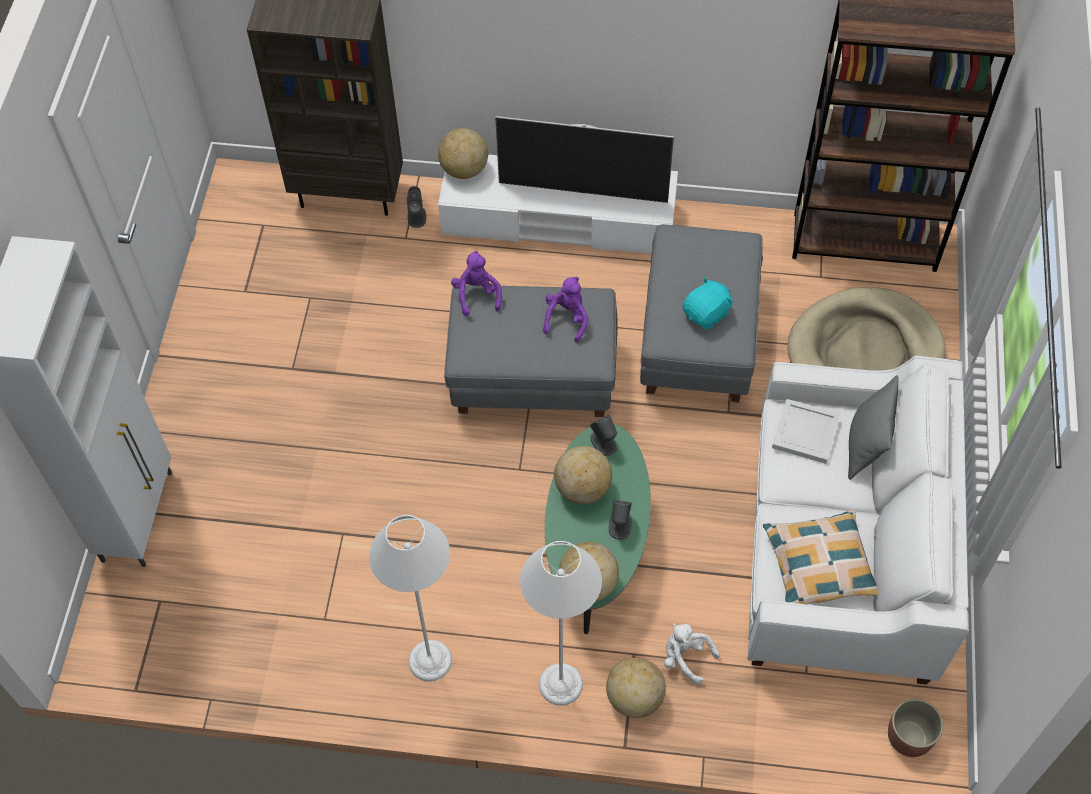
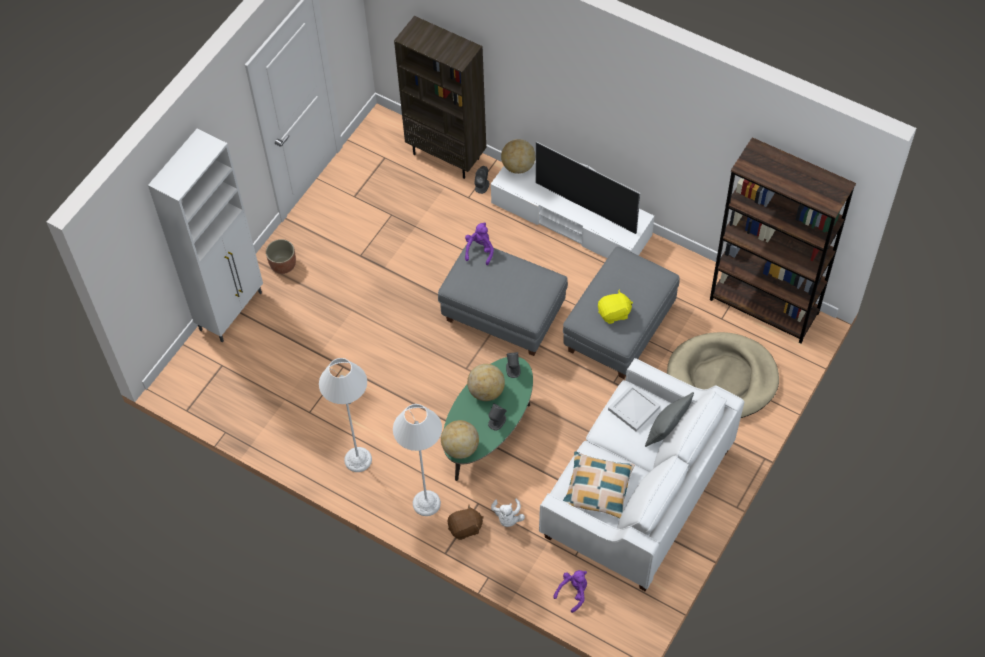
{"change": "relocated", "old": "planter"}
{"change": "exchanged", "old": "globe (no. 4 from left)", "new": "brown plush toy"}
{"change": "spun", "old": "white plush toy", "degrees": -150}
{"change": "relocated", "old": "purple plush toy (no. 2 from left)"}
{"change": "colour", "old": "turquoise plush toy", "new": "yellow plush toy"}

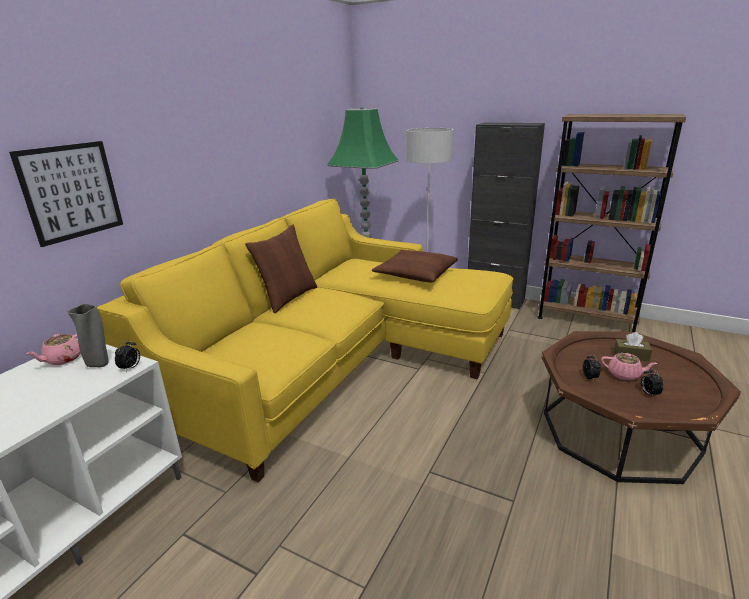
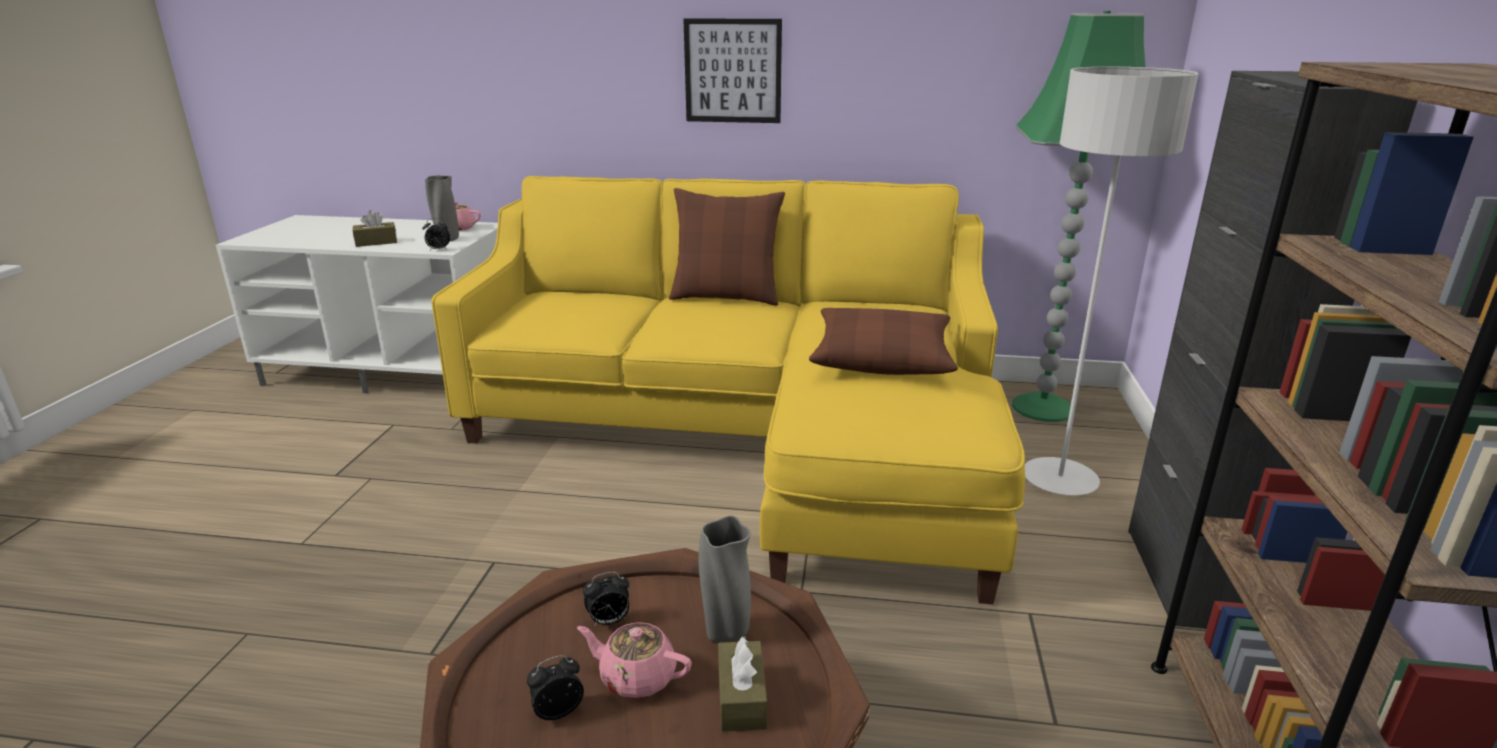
{"change": "appeared", "new": "brown tissue box (no. 1 from left)"}
{"change": "spun", "old": "pink teapot (no. 2 from left)", "degrees": 105}
{"change": "relocated", "old": "picture"}
{"change": "appeared", "new": "grey vase (no. 2 from left)"}

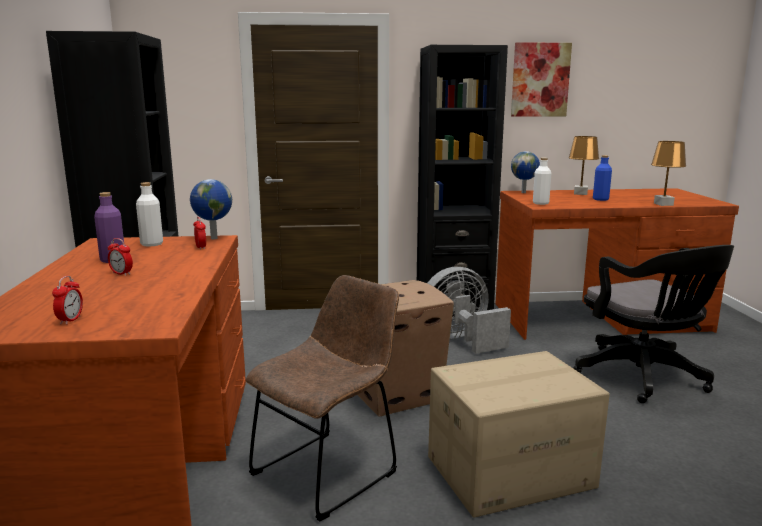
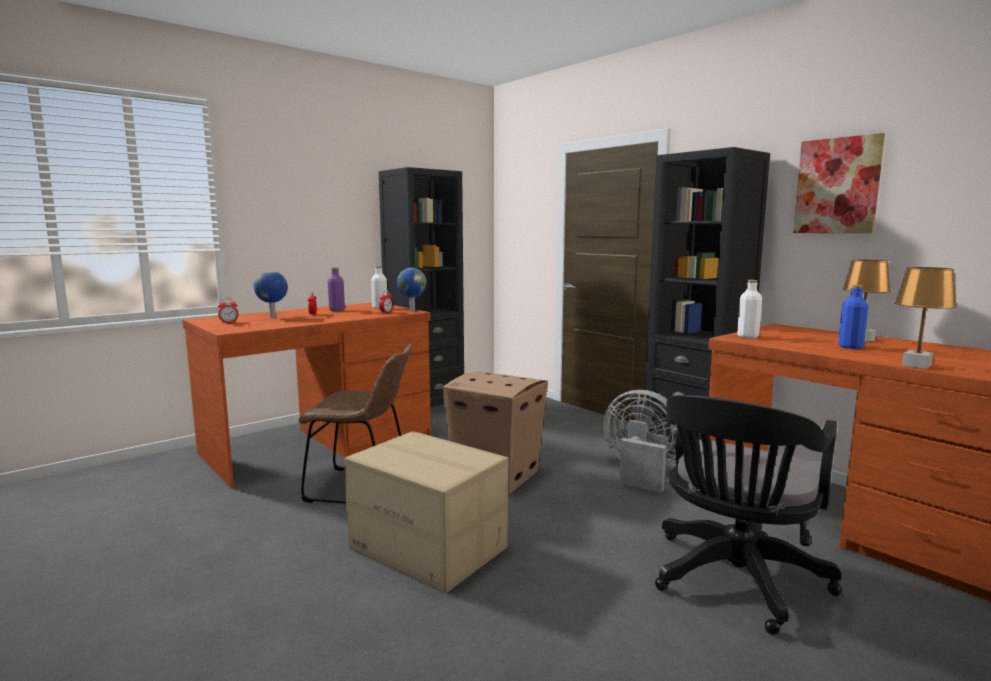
{"change": "relocated", "old": "globe (no. 2 from left in the first image)", "new": "globe (no. 1 from left)"}

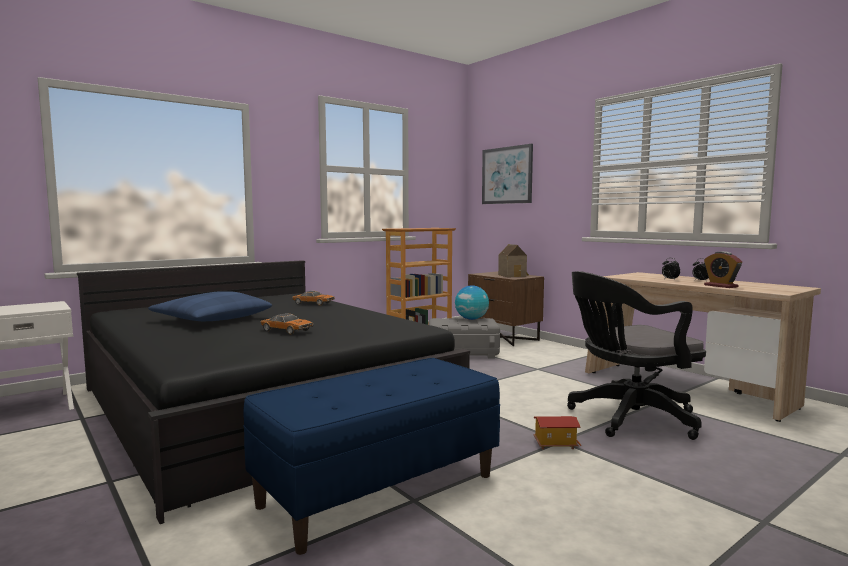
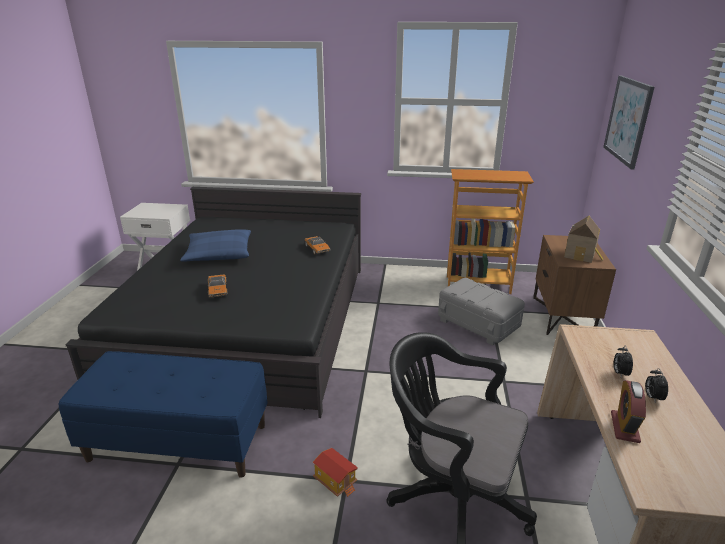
{"change": "missing", "old": "globe"}

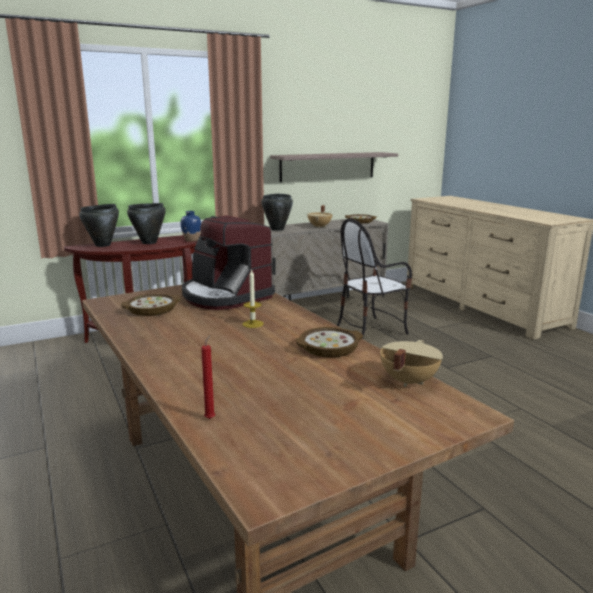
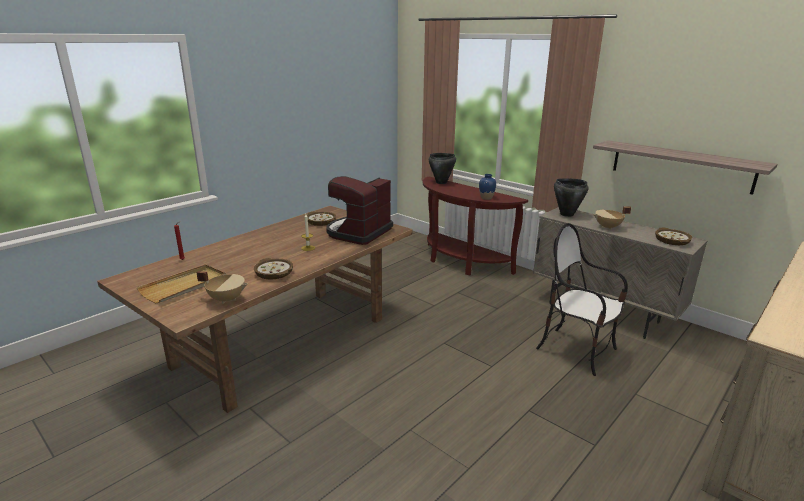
{"change": "appeared", "new": "beige tray"}
{"change": "missing", "old": "black cooking pot (no. 2 from left)"}

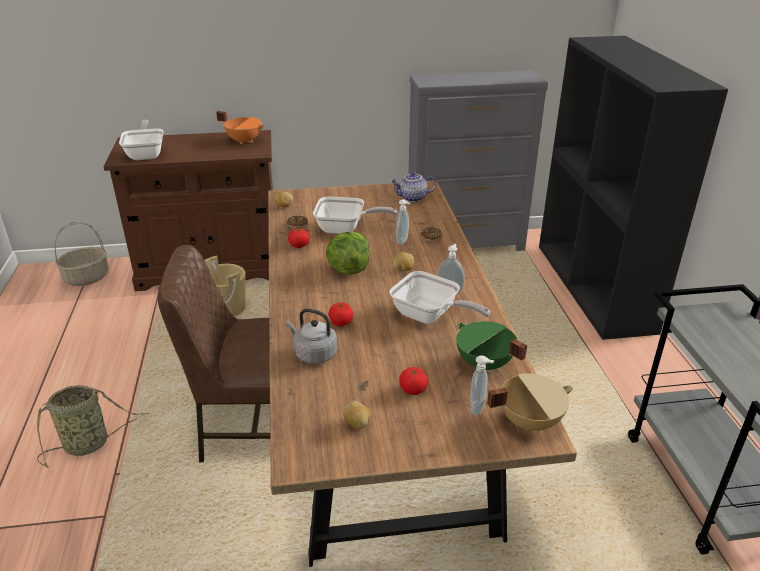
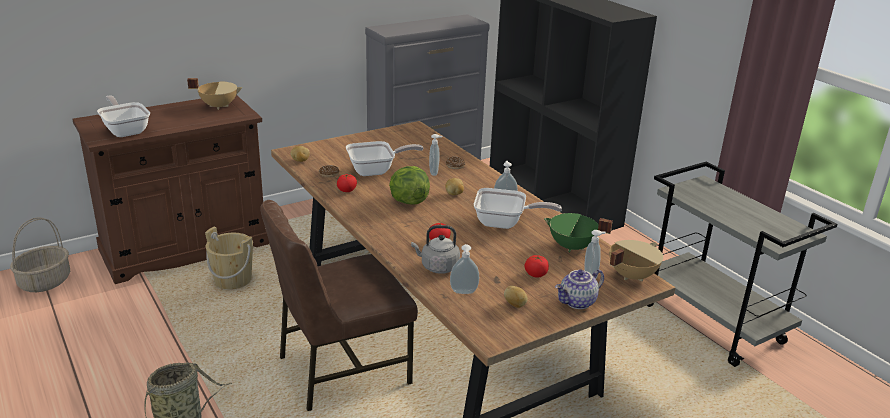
{"change": "colour", "old": "orange cooking pot", "new": "beige cooking pot (no. 1 from left)"}
{"change": "appeared", "new": "soap dispenser (no. 2 from left)"}
{"change": "relocated", "old": "teapot"}

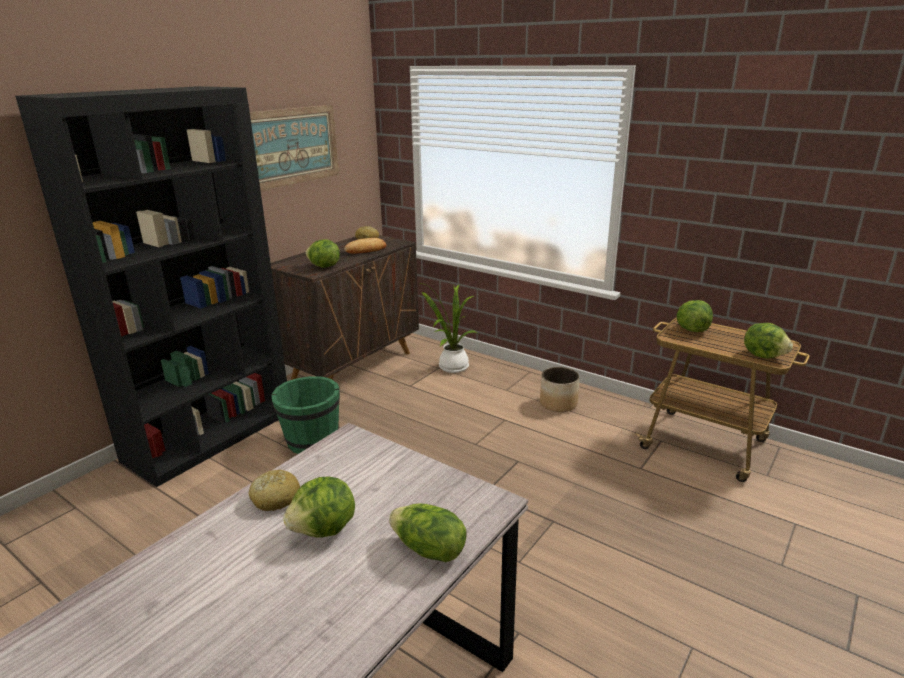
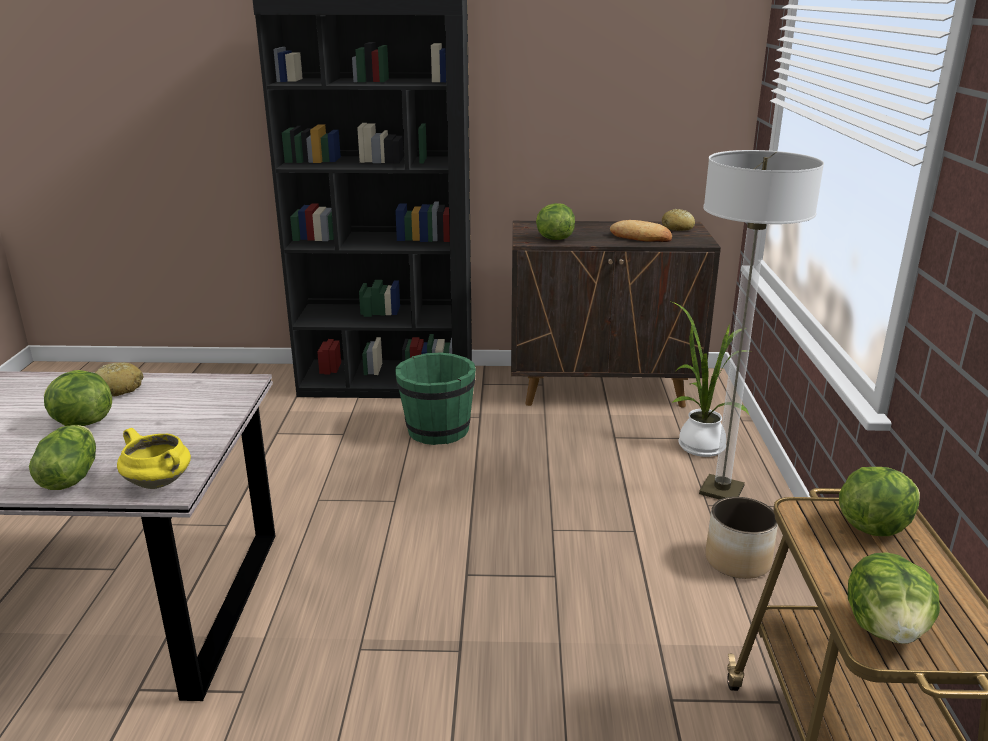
{"change": "appeared", "new": "yellow cooking pot"}
{"change": "appeared", "new": "floor lamp"}
{"change": "missing", "old": "picture"}

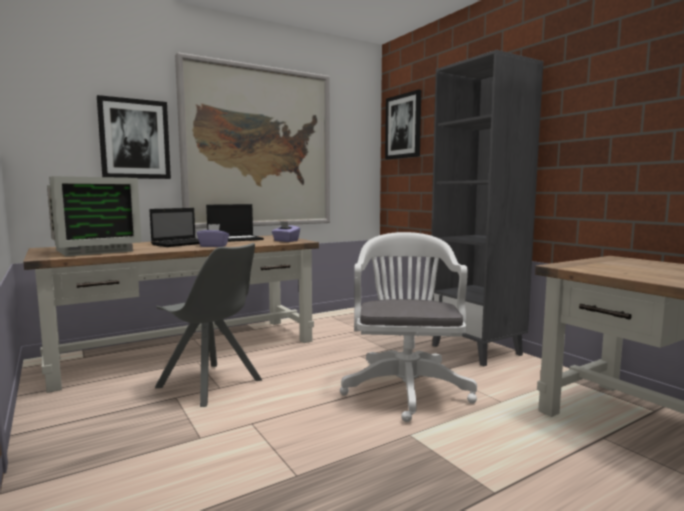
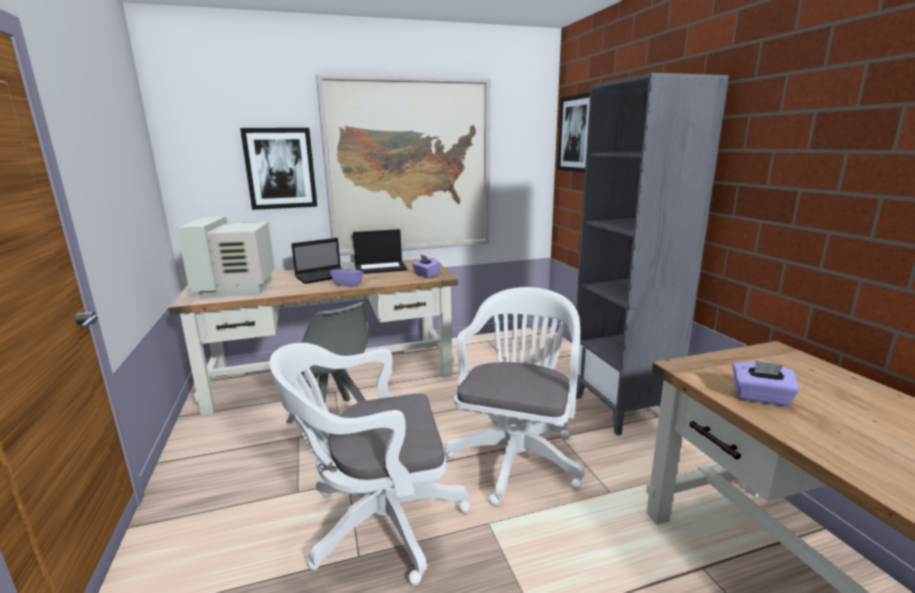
{"change": "spun", "old": "monitor", "degrees": 105}
{"change": "appeared", "new": "white office chair (no. 1 from left)"}
{"change": "appeared", "new": "purple tissue box (no. 3 from left)"}

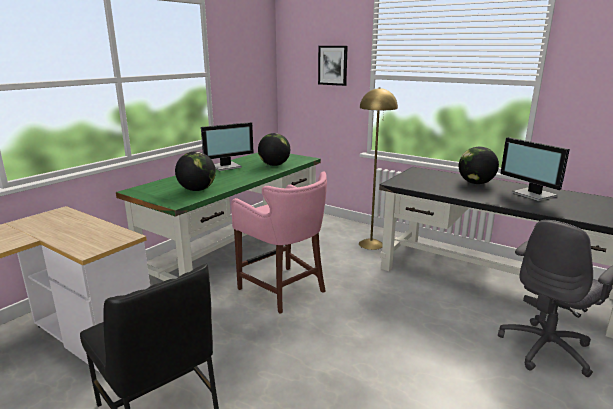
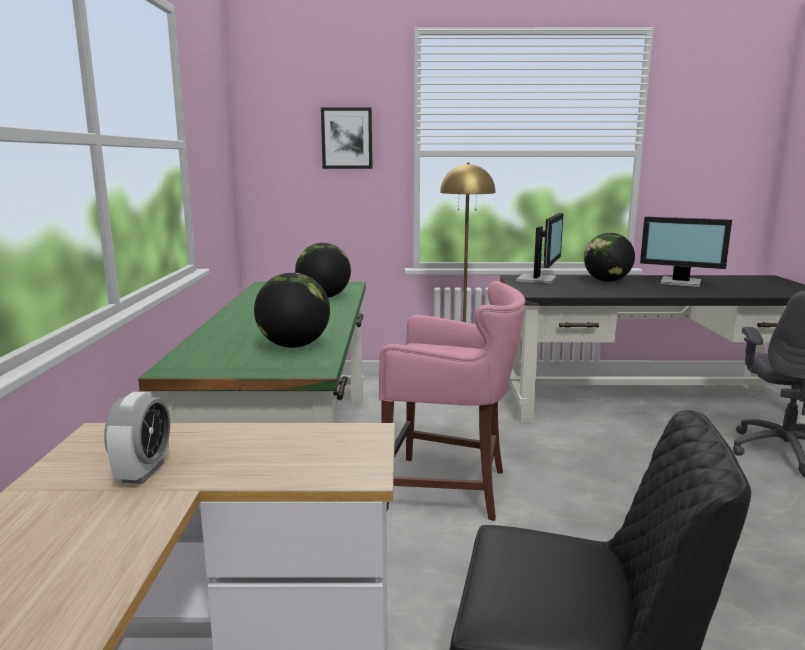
{"change": "appeared", "new": "alarm clock"}
{"change": "relocated", "old": "monitor (no. 1 from left)"}

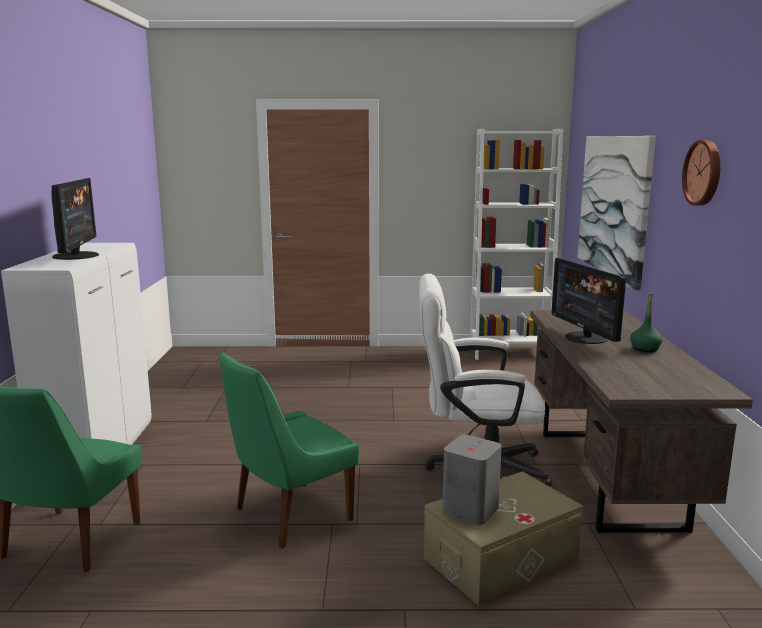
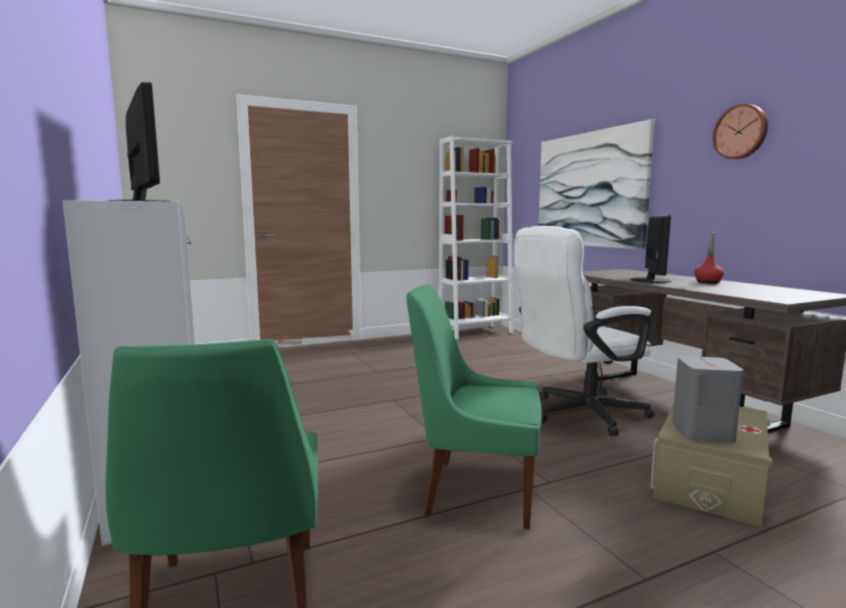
{"change": "spun", "old": "green chair (no. 2 from left)", "degrees": 75}
{"change": "spun", "old": "monitor (no. 2 from left)", "degrees": -120}
{"change": "colour", "old": "green bottle", "new": "red bottle"}

